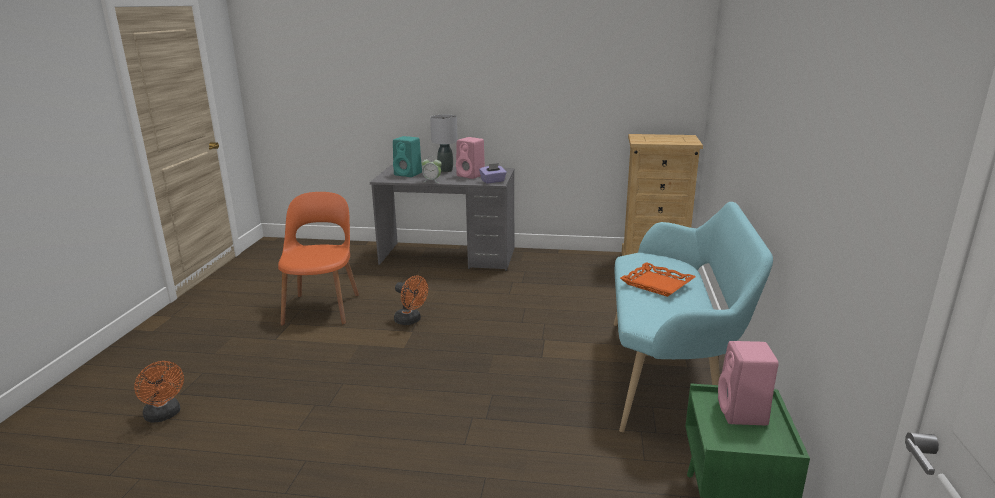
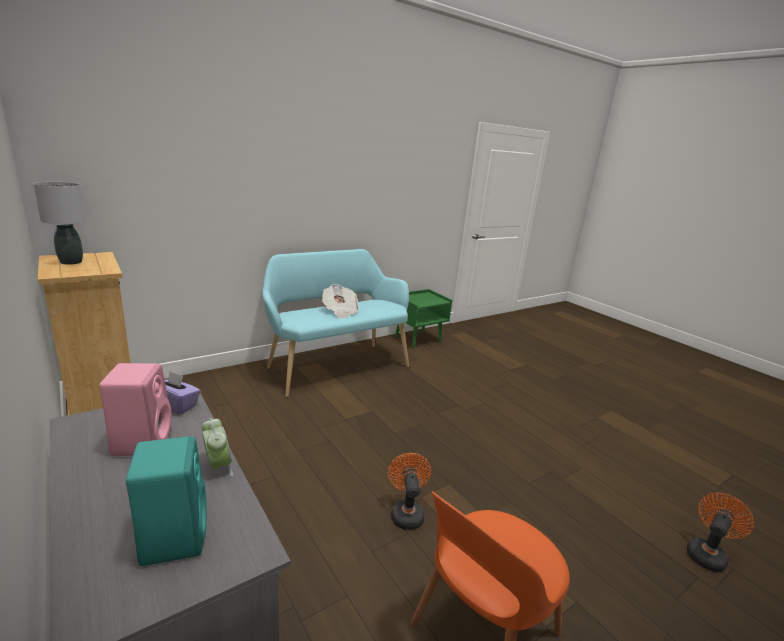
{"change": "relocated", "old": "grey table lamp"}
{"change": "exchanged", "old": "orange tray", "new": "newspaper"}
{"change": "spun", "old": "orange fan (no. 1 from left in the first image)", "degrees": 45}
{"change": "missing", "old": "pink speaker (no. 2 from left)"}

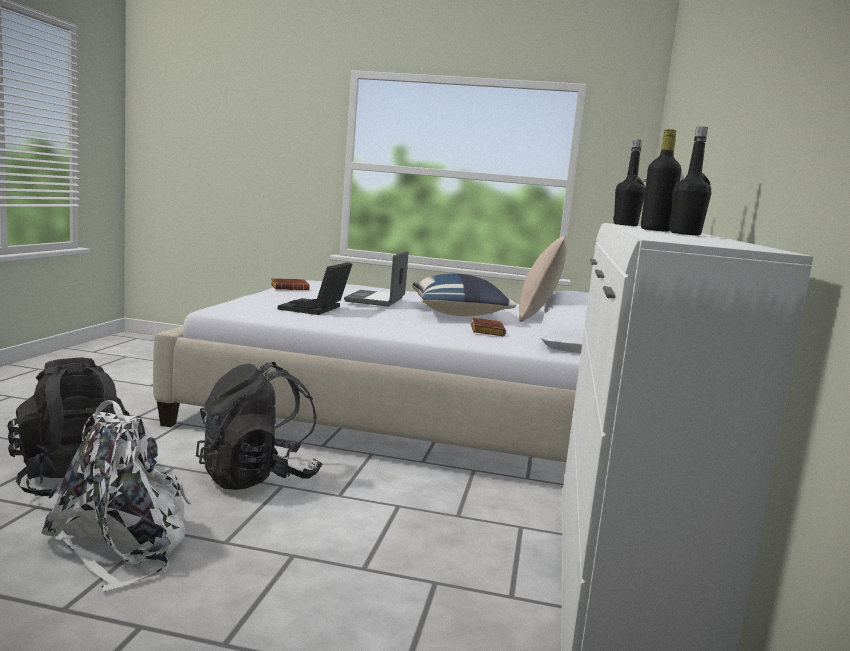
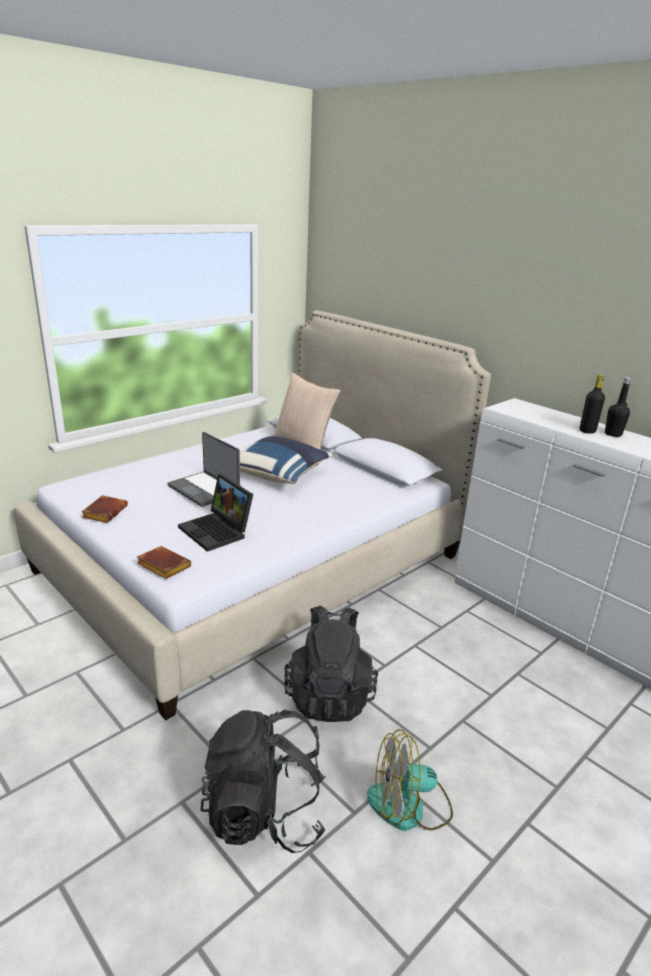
{"change": "relocated", "old": "brown book (no. 2 from left)"}
{"change": "exchanged", "old": "white backpack", "new": "fan"}
{"change": "missing", "old": "black bottle (no. 1 from left)"}

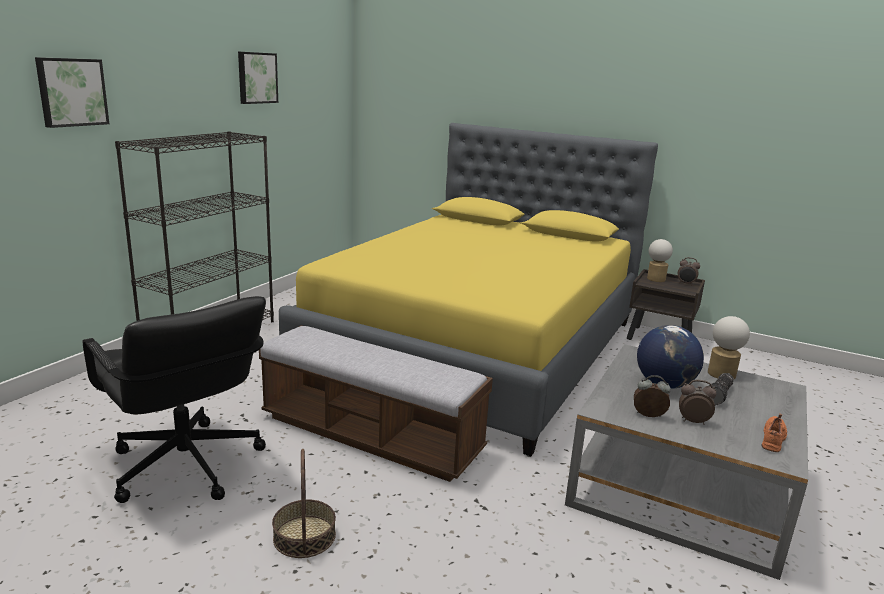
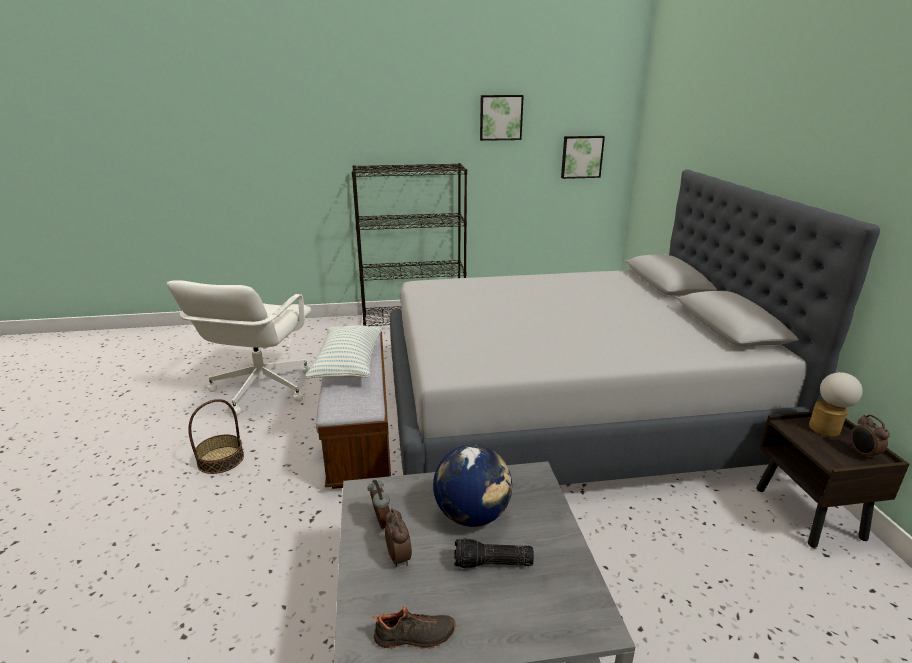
{"change": "colour", "old": "black office chair", "new": "white office chair"}
{"change": "appeared", "new": "pillow"}
{"change": "colour", "old": "orange shoe", "new": "black shoe"}
{"change": "colour", "old": "yellow bed", "new": "grey bed"}
{"change": "relocated", "old": "picture (no. 1 from left in the first image)", "new": "picture (no. 2 from left)"}
{"change": "missing", "old": "table lamp (no. 2 from left)"}

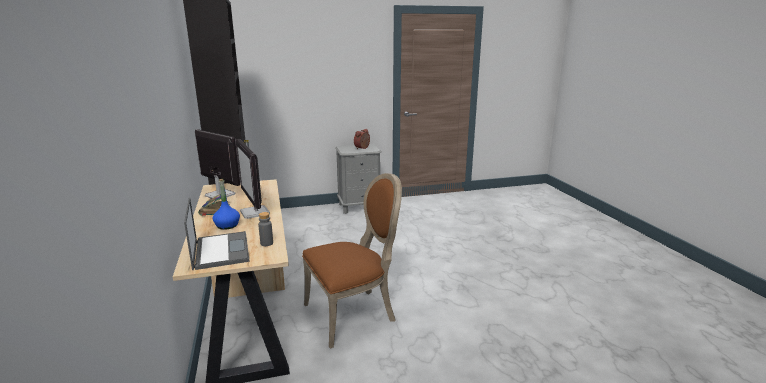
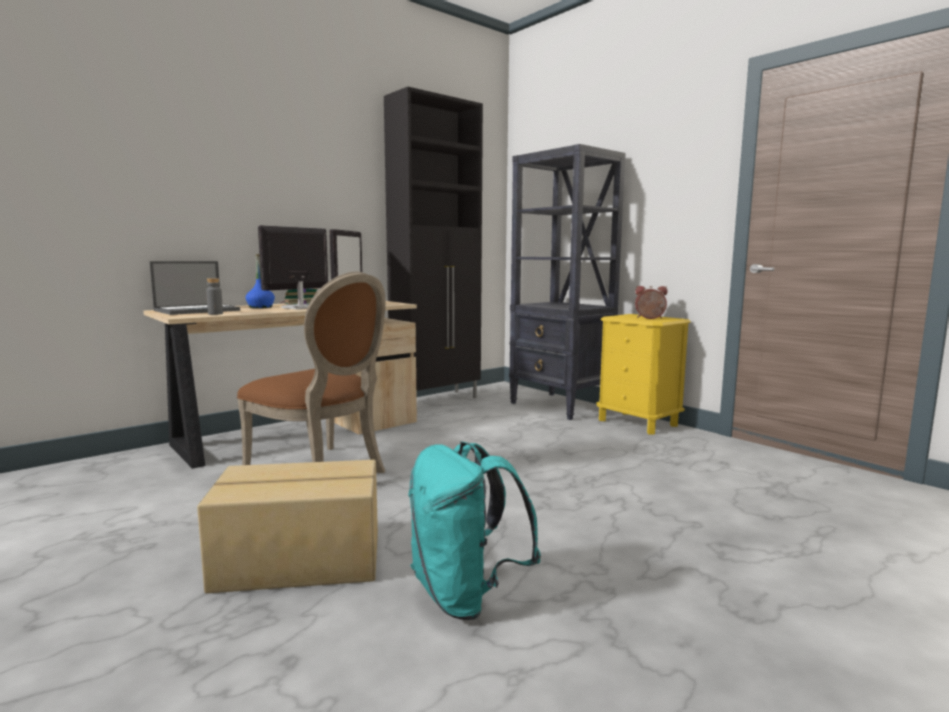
{"change": "appeared", "new": "cardboard box"}
{"change": "appeared", "new": "turquoise backpack"}
{"change": "appeared", "new": "black bookcase"}
{"change": "colour", "old": "grey nightstand", "new": "yellow nightstand"}

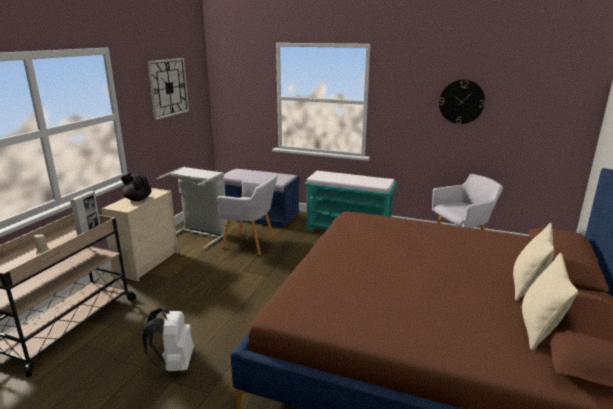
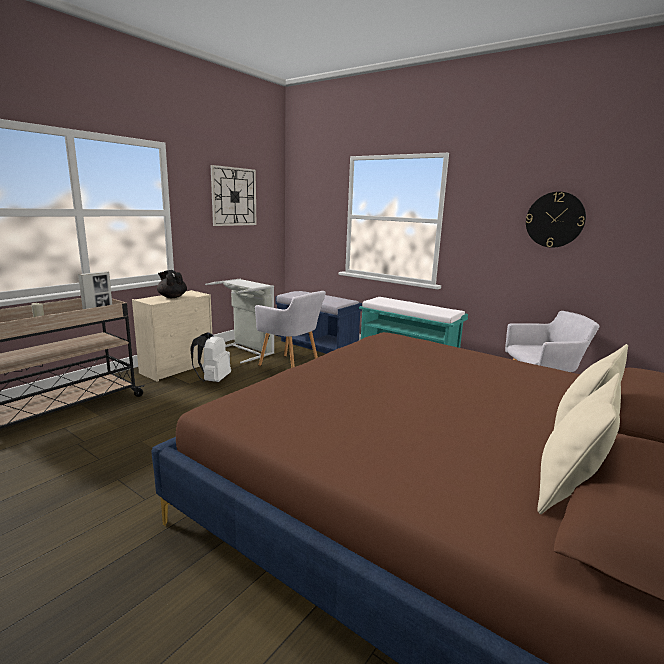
{"change": "relocated", "old": "white backpack"}

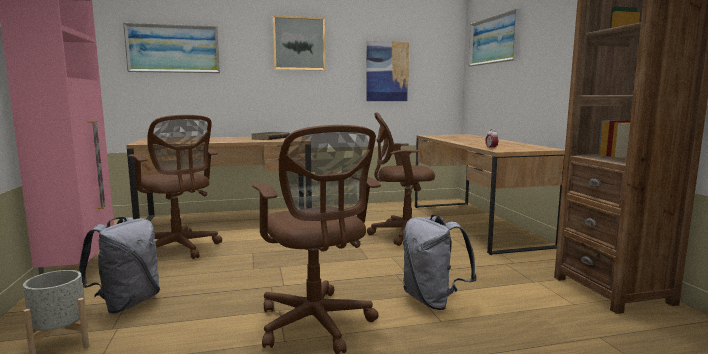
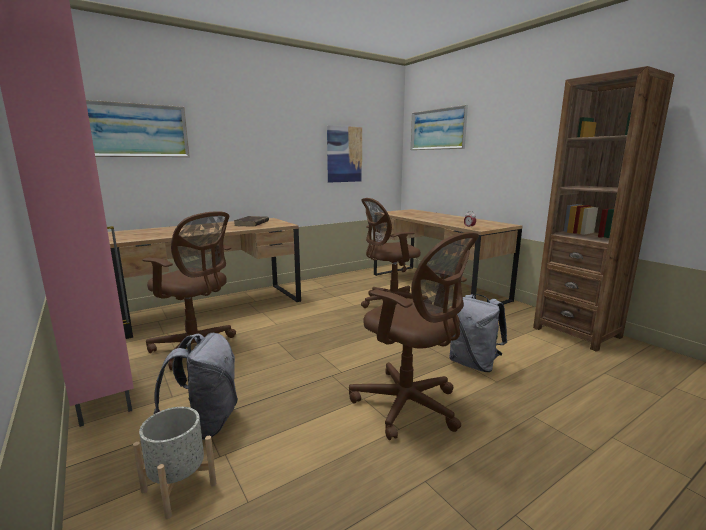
{"change": "missing", "old": "picture (no. 2 from left)"}

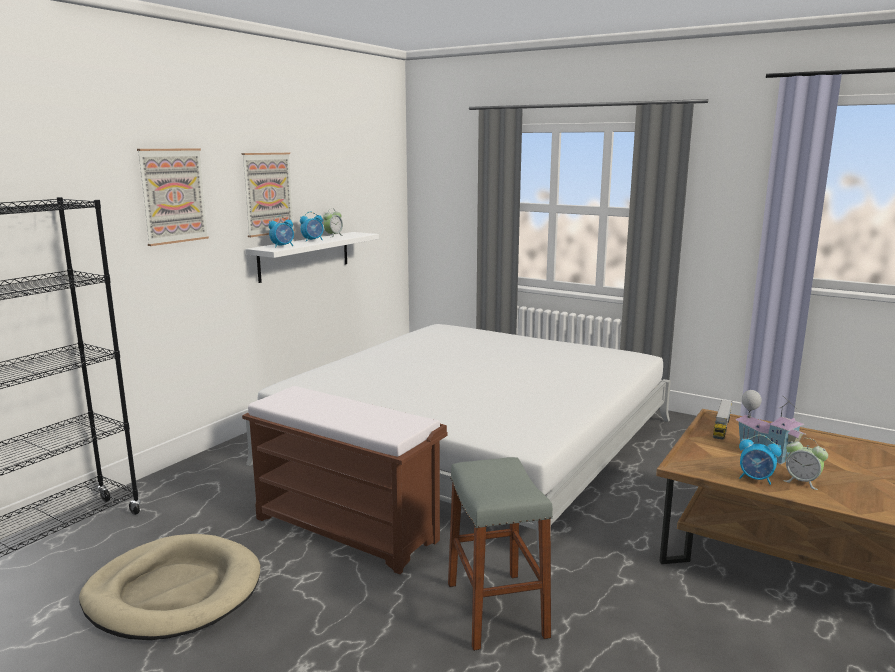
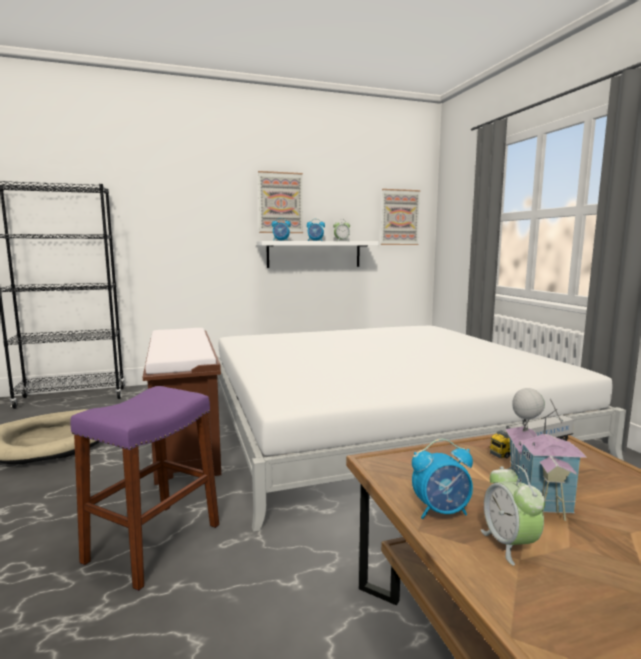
{"change": "colour", "old": "grey stool", "new": "purple stool"}
{"change": "relocated", "old": "picture (no. 1 from left in the first image)", "new": "picture (no. 2 from left)"}
{"change": "spun", "old": "alarm clock (no. 4 from left)", "degrees": -75}

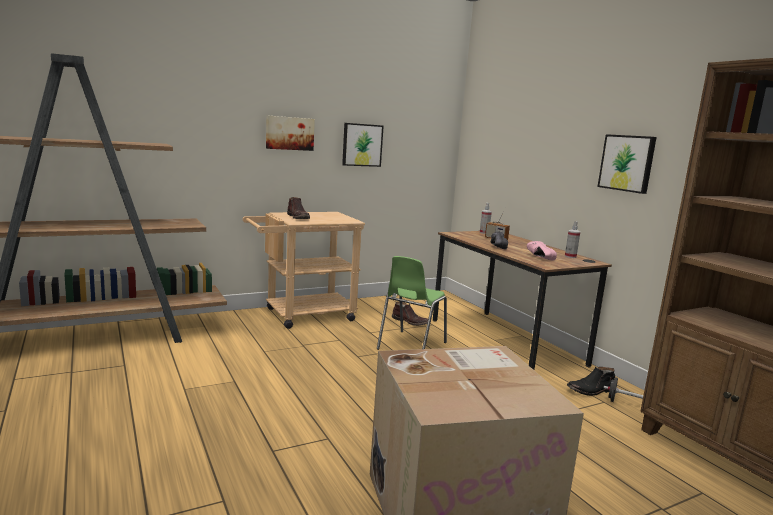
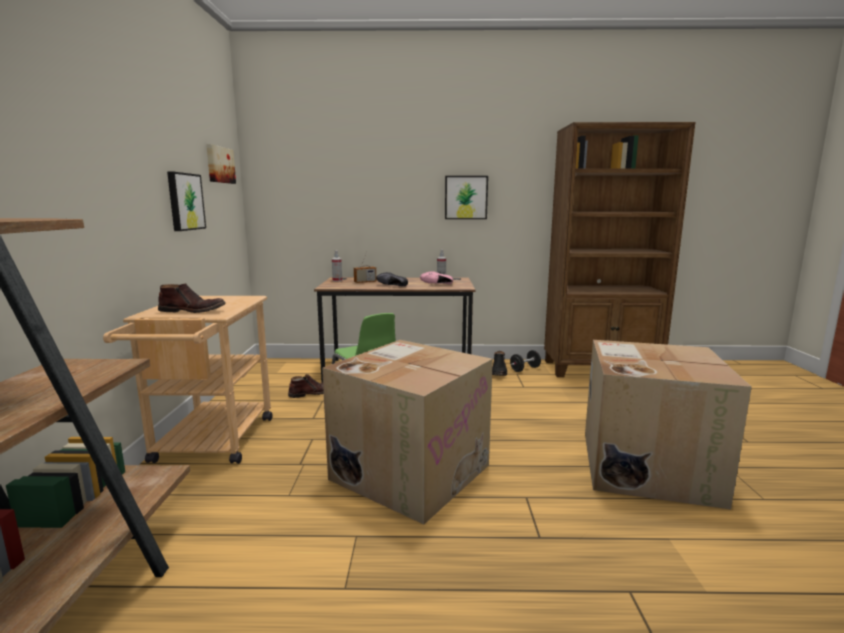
{"change": "relocated", "old": "picture (no. 1 from left in the first image)", "new": "picture (no. 2 from left)"}
{"change": "appeared", "new": "cardboard box (no. 1 from left)"}

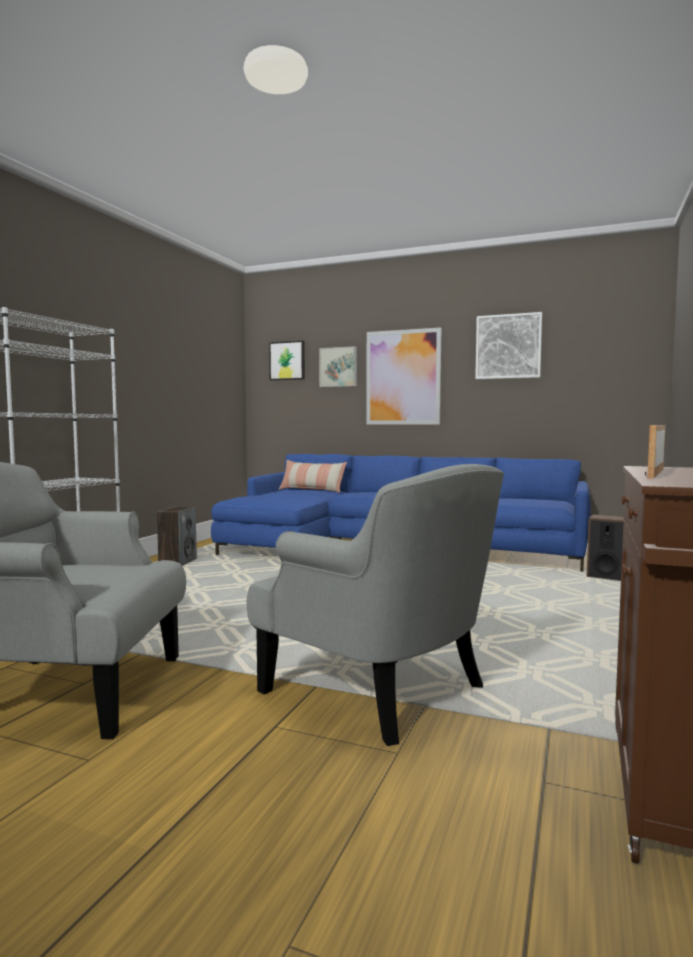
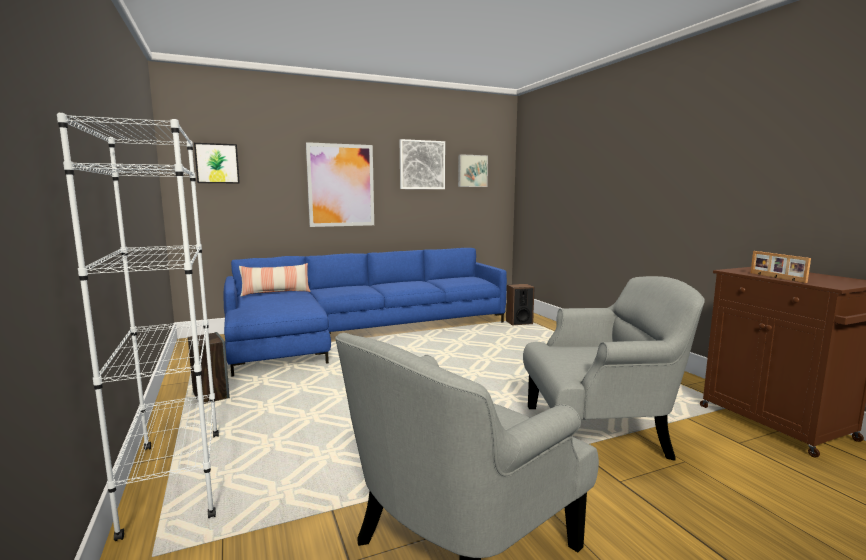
{"change": "relocated", "old": "picture (no. 2 from left in the first image)", "new": "picture (no. 4 from left)"}

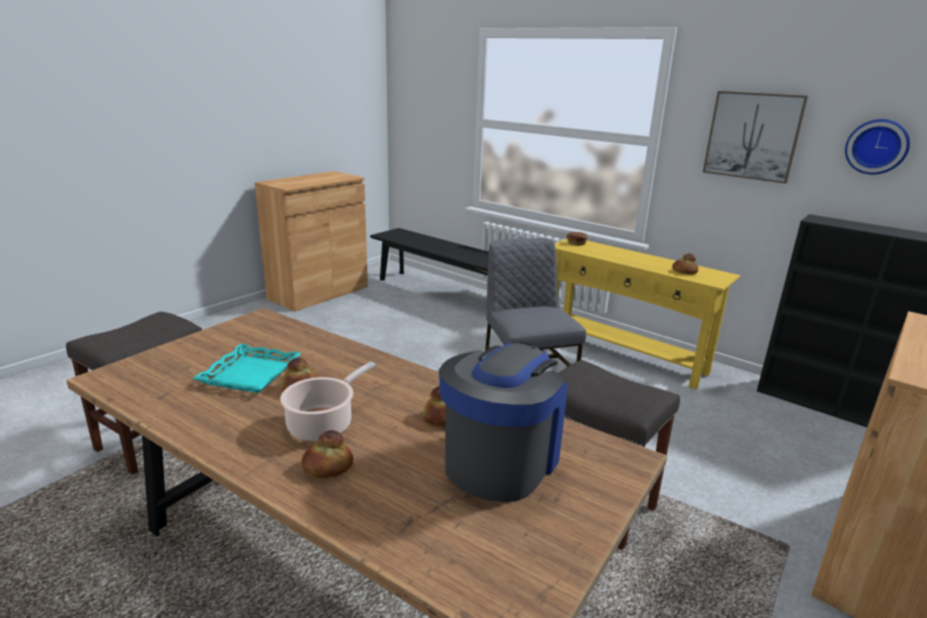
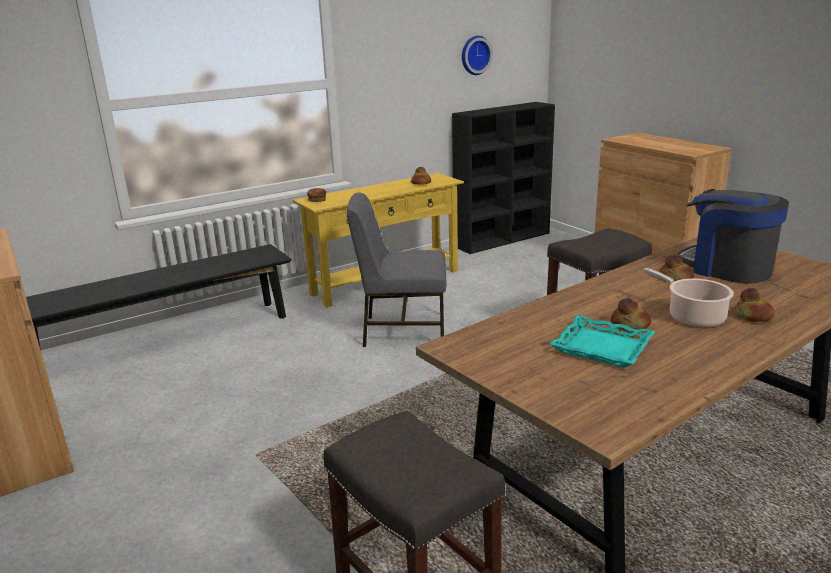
{"change": "missing", "old": "picture"}

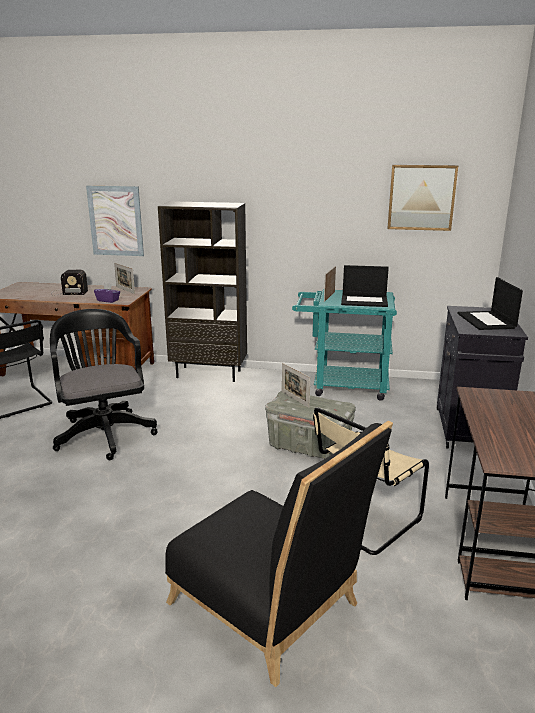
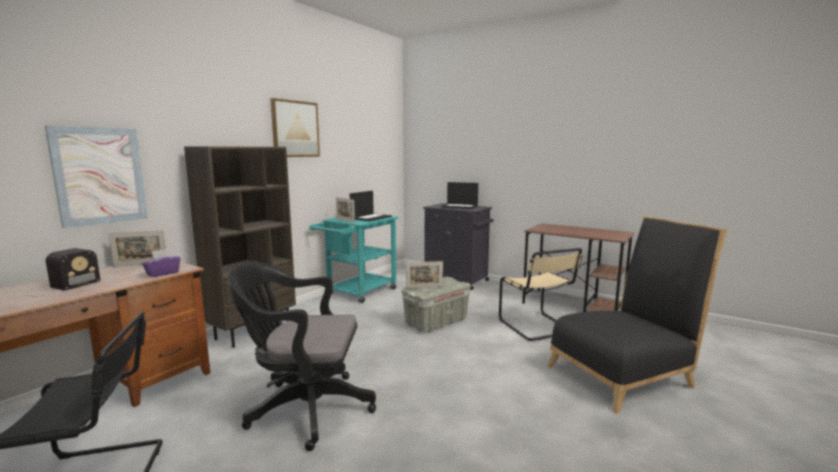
{"change": "relocated", "old": "picture (no. 2 from left)"}

